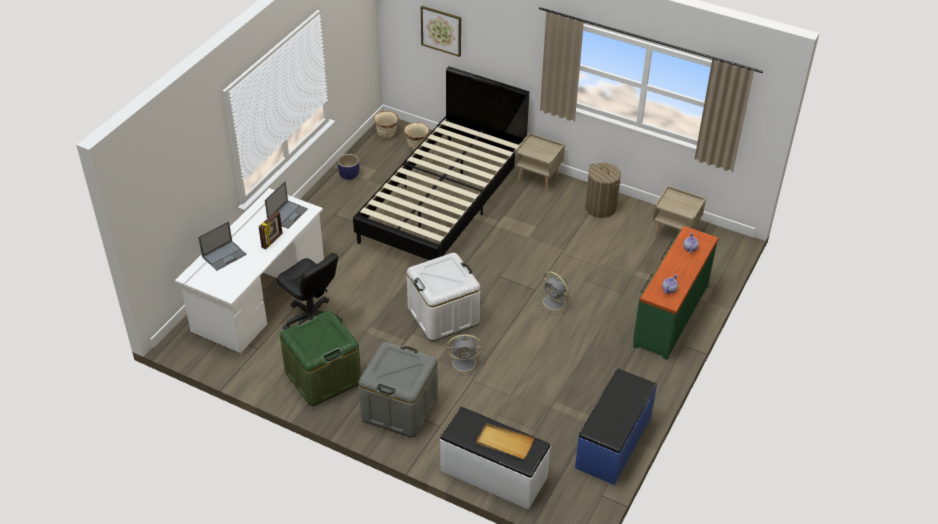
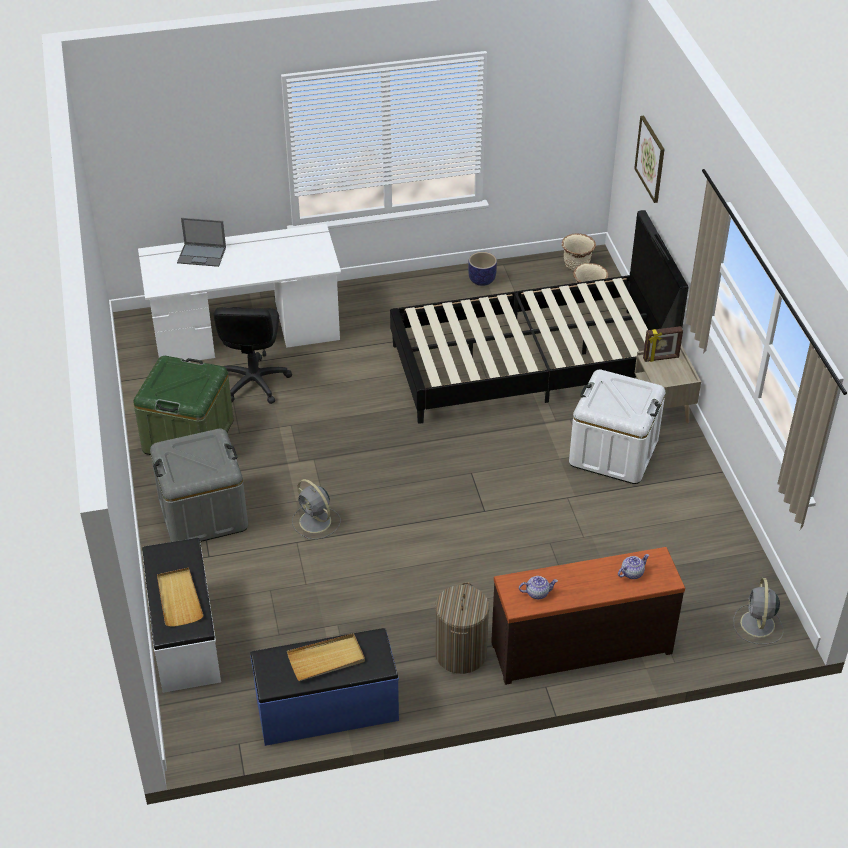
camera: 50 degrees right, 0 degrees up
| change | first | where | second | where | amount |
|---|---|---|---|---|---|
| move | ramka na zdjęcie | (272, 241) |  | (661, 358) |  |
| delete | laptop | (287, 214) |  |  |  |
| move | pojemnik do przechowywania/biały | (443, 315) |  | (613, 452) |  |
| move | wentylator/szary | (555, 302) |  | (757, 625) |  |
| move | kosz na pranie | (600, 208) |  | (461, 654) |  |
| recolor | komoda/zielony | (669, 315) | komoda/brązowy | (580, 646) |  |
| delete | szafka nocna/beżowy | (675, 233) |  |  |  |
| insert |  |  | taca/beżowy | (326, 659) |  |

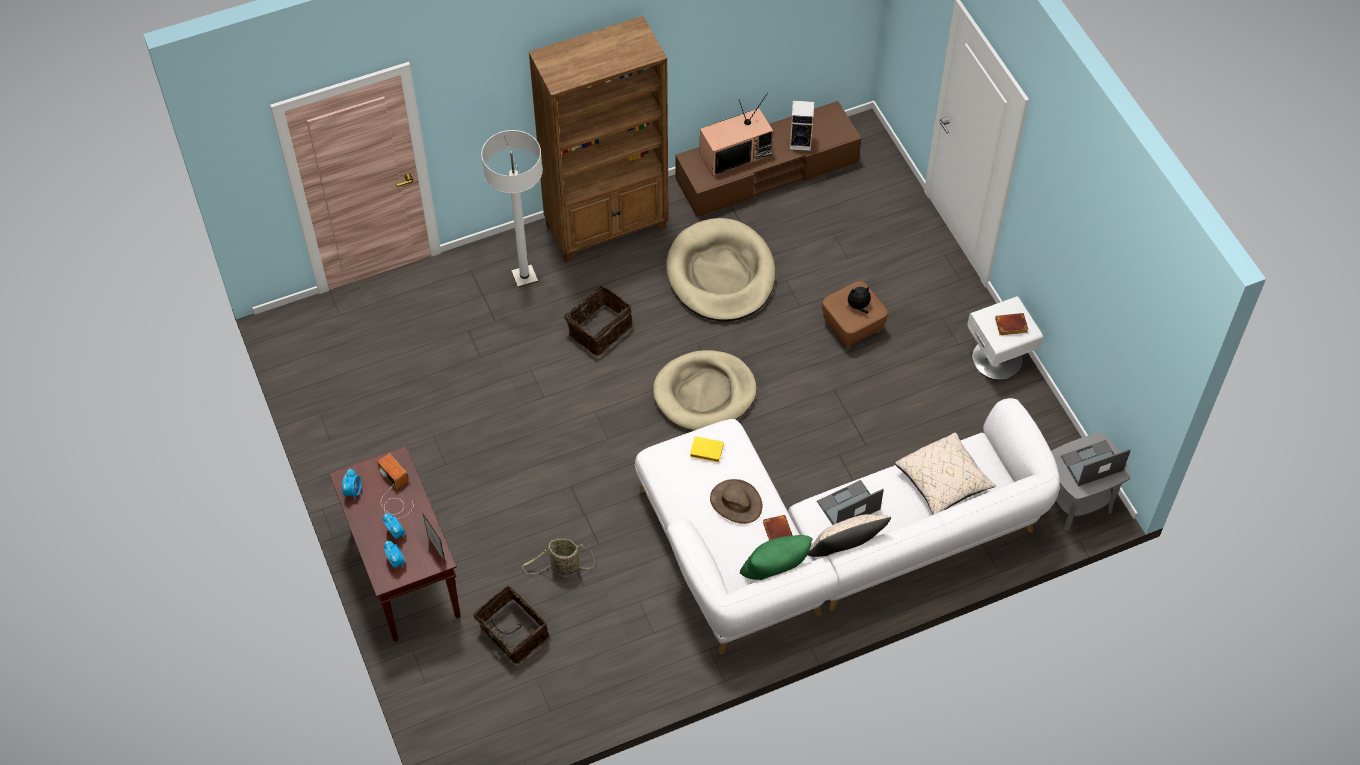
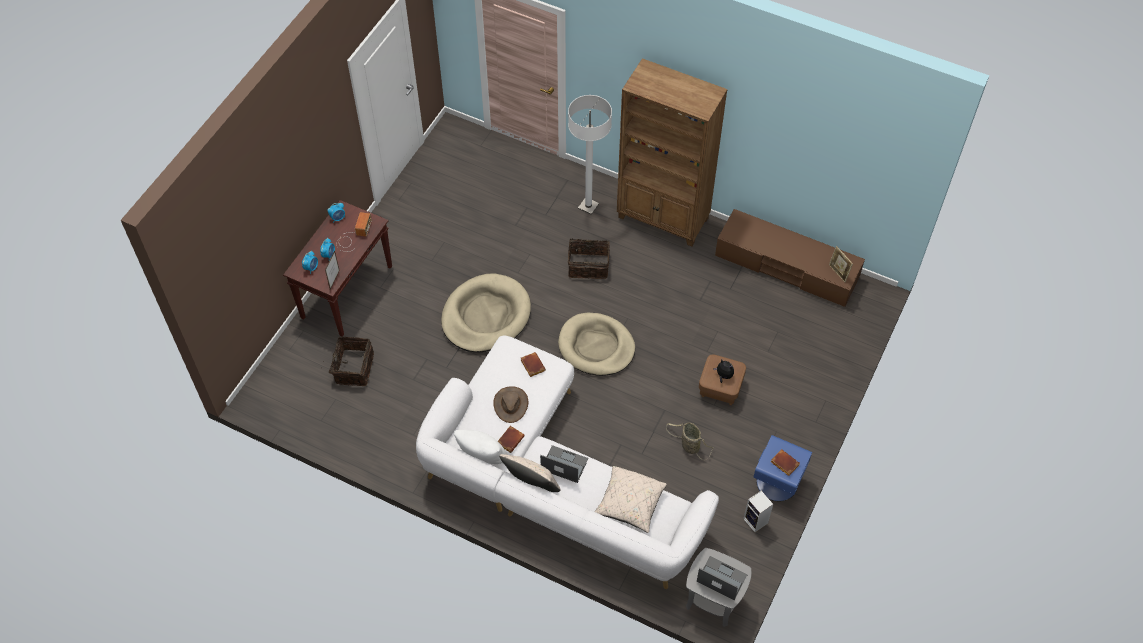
camera: 50 degrees right, 0 degrees up
| change | first | where | second | where | amount |
|---|---|---|---|---|---|
| move | koszyk | (563, 567) |  | (689, 445) |  |
| move | legowisko/beżowy | (721, 274) |  | (486, 316) |  |
| recolor | książka/żółty | (705, 451) | książka/brązowy | (532, 365) |  |
| delete | telewizor | (735, 153) |  |  |  |
| recolor | poduszka/zielony | (775, 572) | poduszka/biały | (483, 458) |  |
| move | głośnik | (801, 142) |  | (756, 521) |  |
| recolor | szafka nocna/biały | (998, 358) | szafka nocna/niebieski | (777, 483) |  |
| insert |  |  | ramka na zdjęcie | (838, 273) |  |

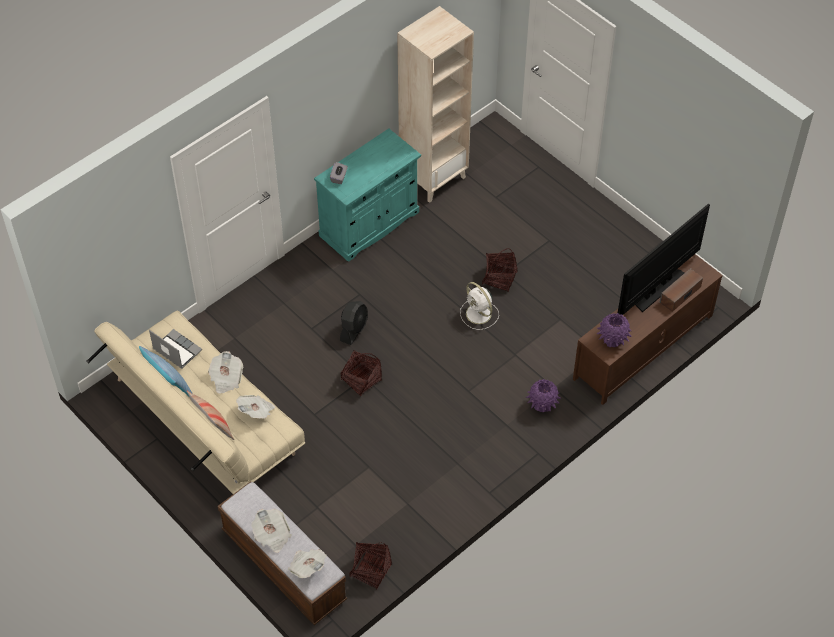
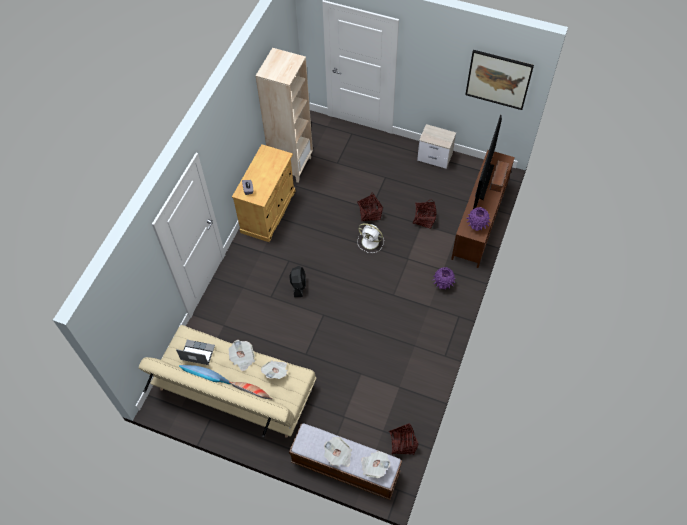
camera: 25 degrees left, 5 degrees up
| change | first | where | second | where | amount |
|---|---|---|---|---|---|
| recolor | szafka/turkusowy | (369, 224) | szafka/beżowy | (268, 212) |  |
| move | koszyk | (361, 380) |  | (424, 219) |  |
| insert |  |  | szafka nocna | (435, 157) |  |
| insert |  |  | obraz | (498, 79) |  |

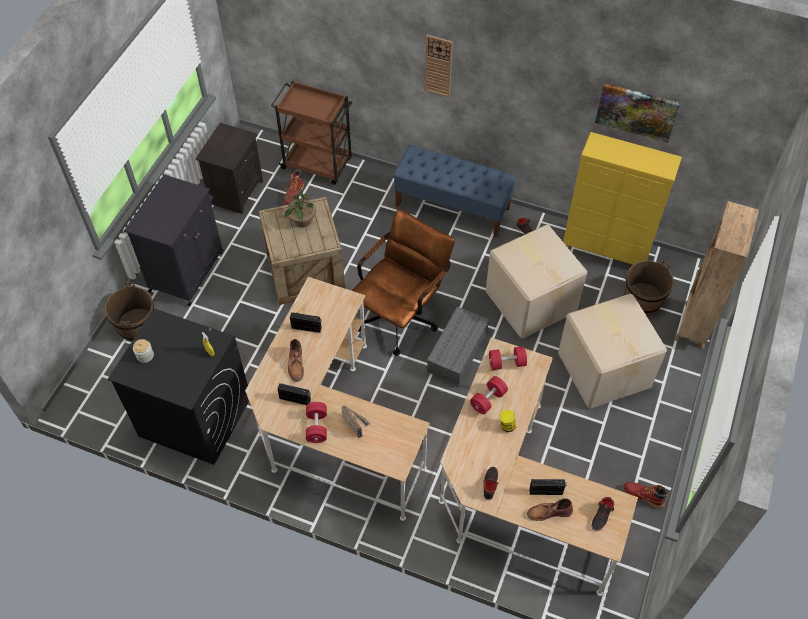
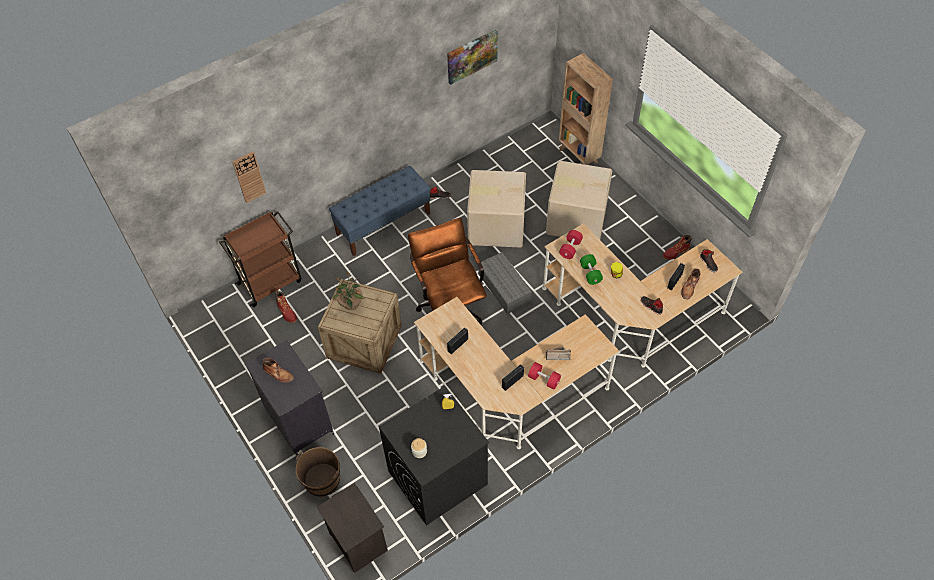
camera: 55 degrees left, 0 degrees up
| change | first | where | second | where | amount |
|---|---|---|---|---|---|
| move | szafka nocna/czarny | (236, 191) |  | (357, 542) |  |
| move | but z cholewką/brązowy | (296, 364) |  | (278, 374) |  |
| move | zegar ścienny | (438, 66) |  | (249, 177) |  |
| recolor | hantel/czerwony | (488, 400) | hantel/zielony | (590, 273) |  |
| delete | komoda/żółty | (606, 249) |  |  |  |
| delete | wiadro/brązowy | (643, 299) |  |  |  |

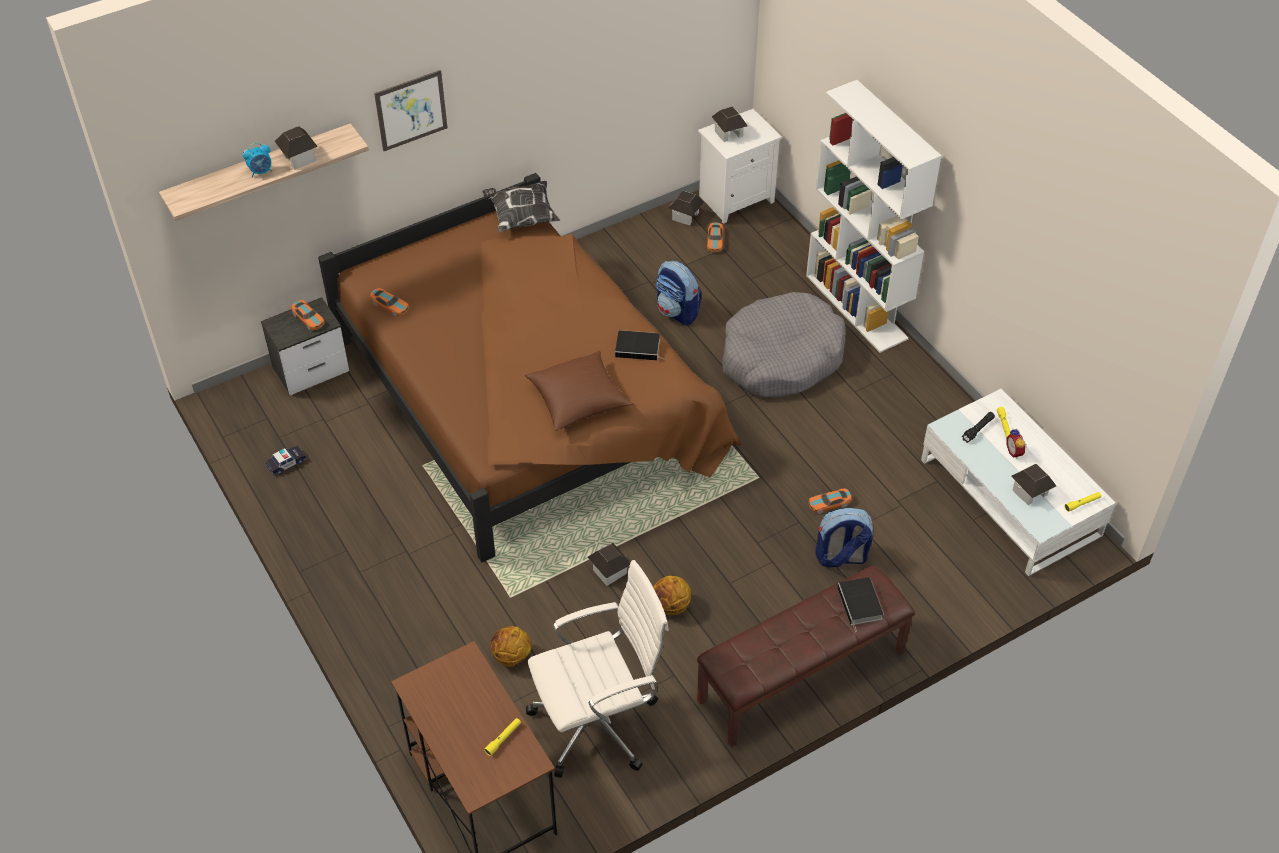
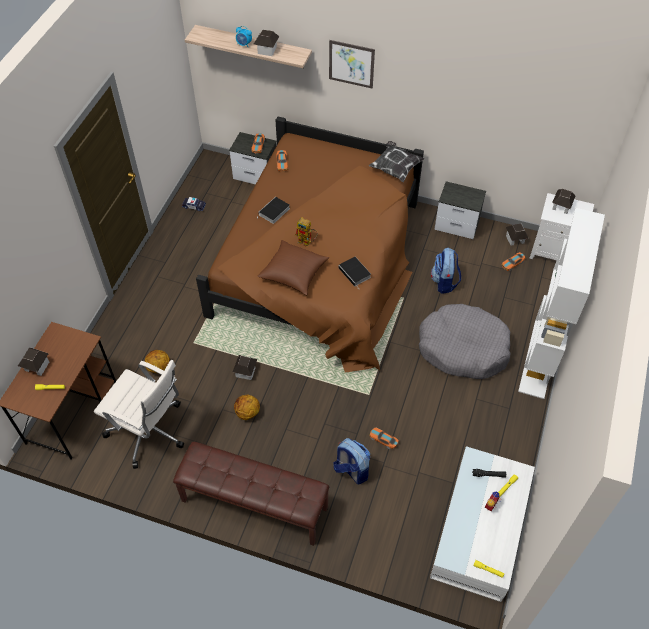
camera: 50 degrees right, 5 degrees up
| change | first | where | second | where | amount |
|---|---|---|---|---|---|
| move | książka | (860, 604) |  | (274, 212) |  |
| move | domek | (1030, 492) |  | (37, 366) |  |
| insert |  |  | robot zabawkowy | (307, 242) |  |
| insert |  |  | szafka nocna | (457, 225) |  |

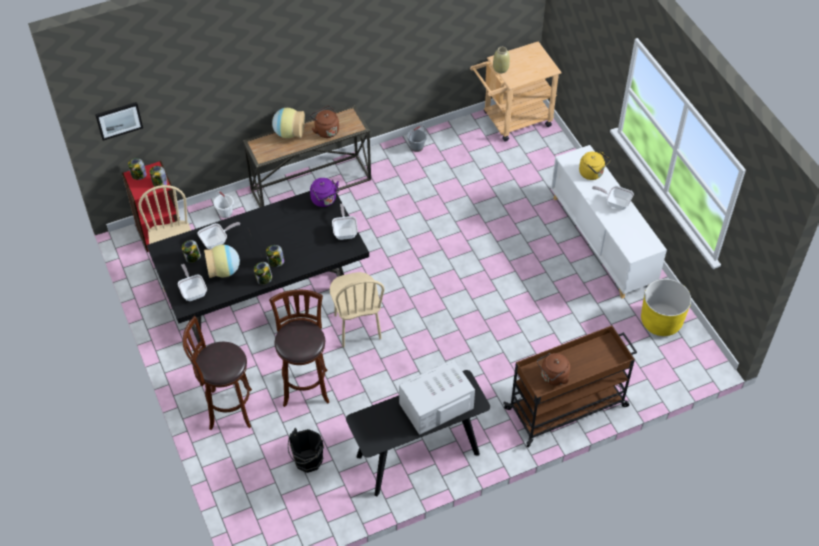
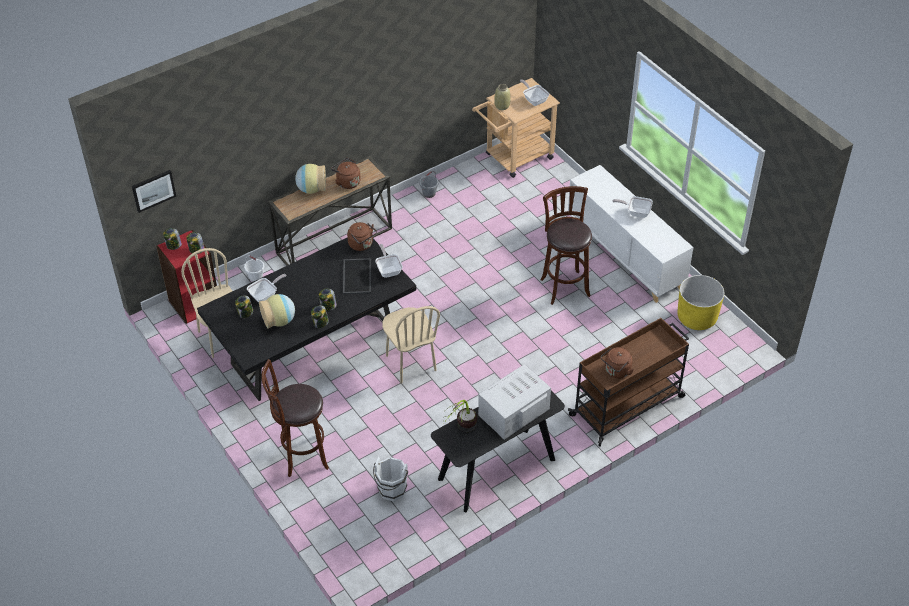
camera: 10 degrees left, 5 degrees down
| change | first | where | second | where | amount |
|---|---|---|---|---|---|
| move | patelnia | (193, 291) |  | (534, 100) |  |
| move | stołek/brązowy | (305, 385) |  | (564, 285) |  |
| recolor | wiadro/czarny | (307, 462) | wiadro/biały | (391, 492) |  |
| recolor | czajnik/fioletowy | (325, 200) | czajnik/brązowy | (362, 245) |  |
| delete | czajnik/żółty | (592, 173) |  |  |  |
| insert |  |  | taca | (356, 276) |  |
| insert |  |  | roślina doniczkowa | (462, 433) |  |

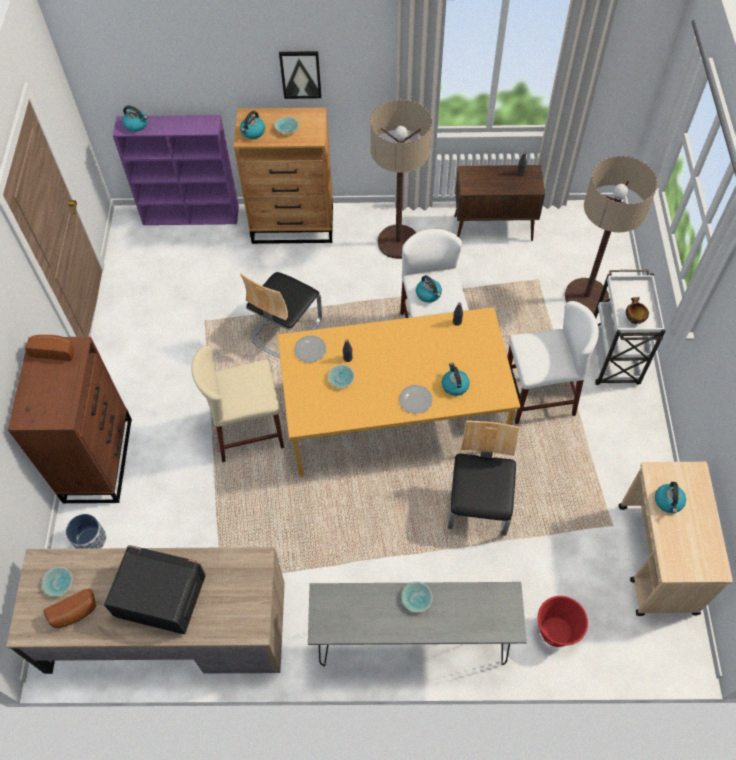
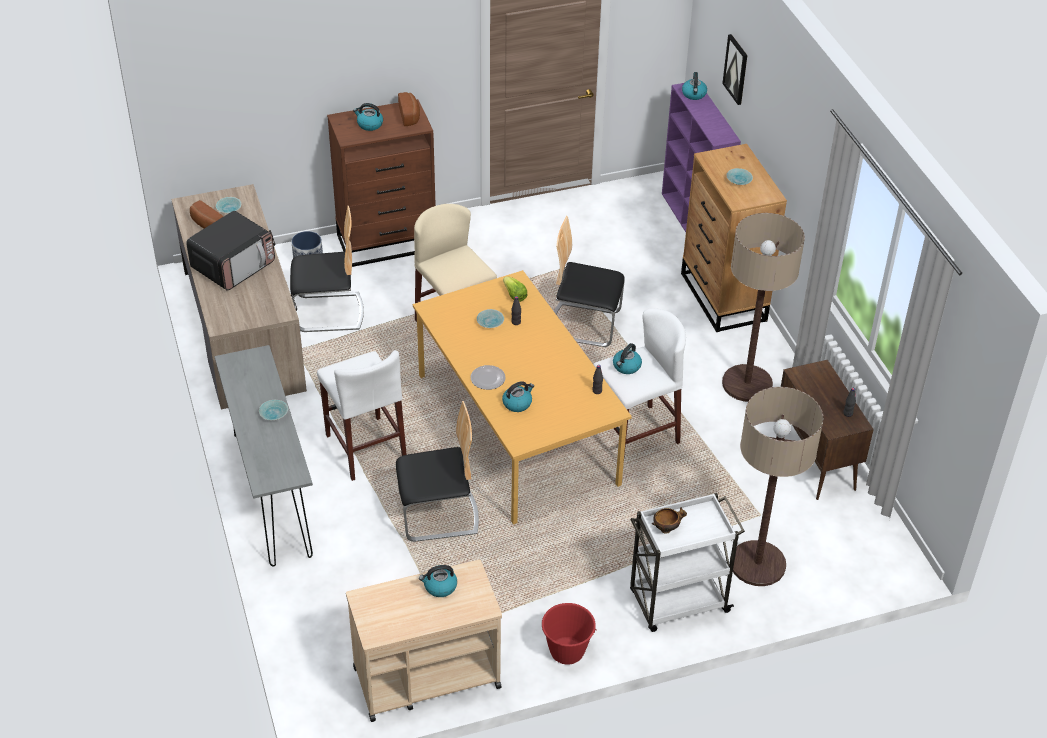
camera: 70 degrees right, 15 degrees down
| change | first | where | second | where | amount |
|---|---|---|---|---|---|
| rotate | mikrofalówka | (160, 596) |  | (233, 265) | 45 degrees clockwise |
| move | czajnik | (253, 132) |  | (369, 124) |  |
| move | obraz | (300, 74) |  | (736, 69) |  |
| replace | talerz | (310, 350) | sałata | (514, 295) |  |
| move | stołek/biały | (538, 397) |  | (365, 448) |  |
| move | wiadro/czerwony | (556, 632) |  | (567, 651) |  |
| insert |  |  | krzesło | (328, 312) |  |

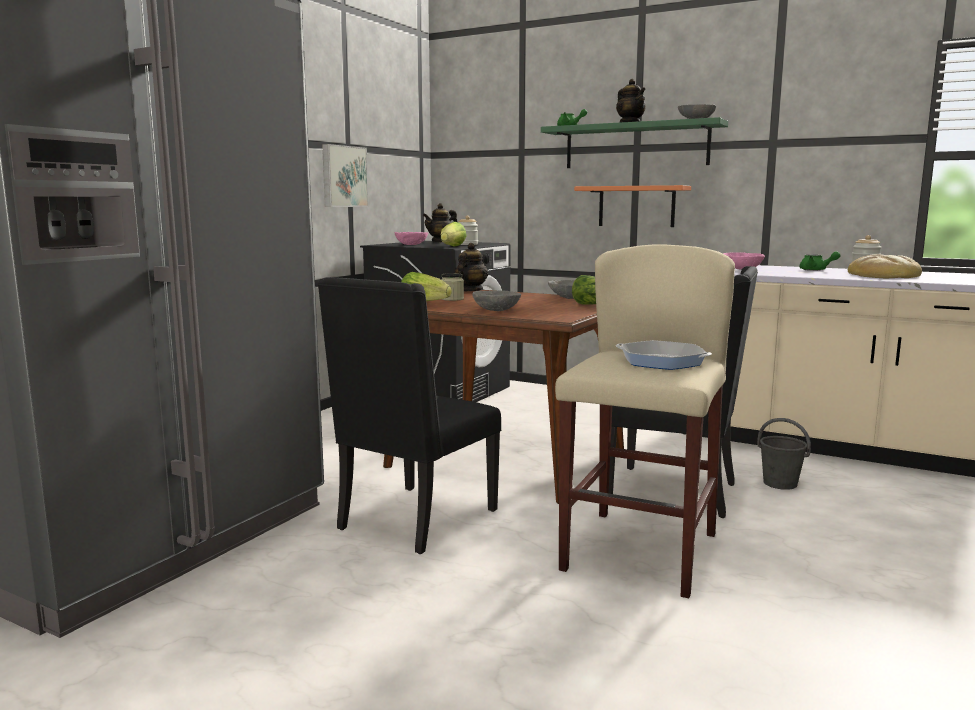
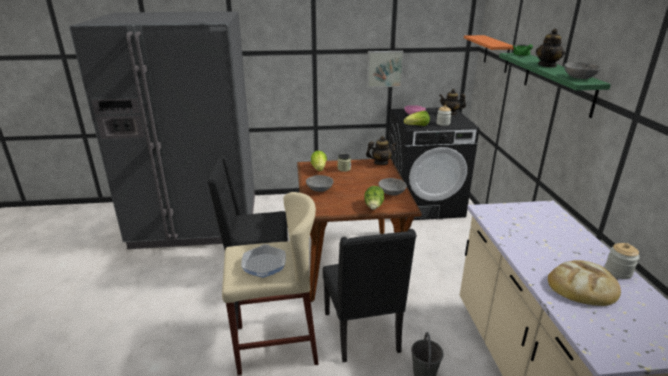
camera: 55 degrees right, 15 degrees up
| change | first | where | second | where | amount |
|---|---|---|---|---|---|
| move | półka/pomarańczowy | (636, 206) |  | (496, 53) |  |
| delete | miska/różowy | (741, 269) |  |  |  |
| delete | imbryk/zielony | (816, 270) |  |  |  |

